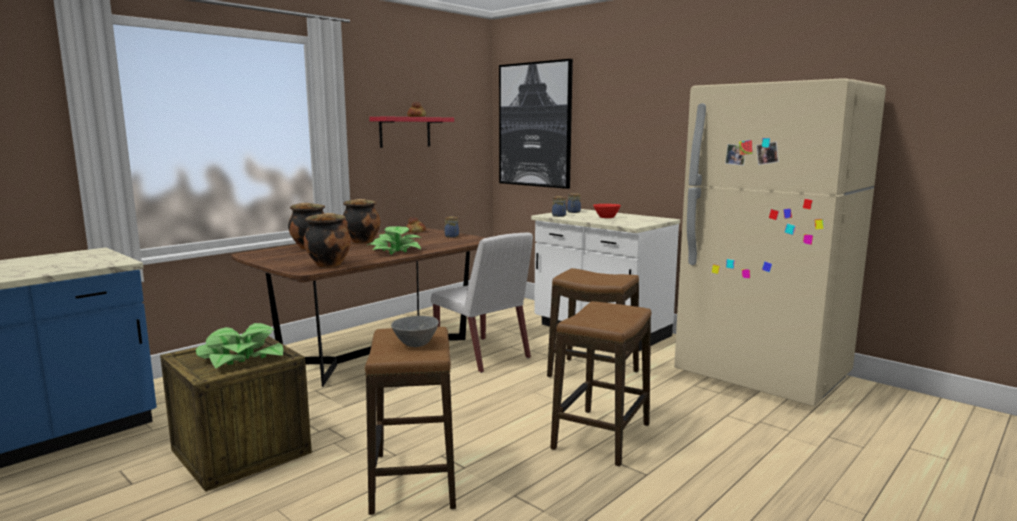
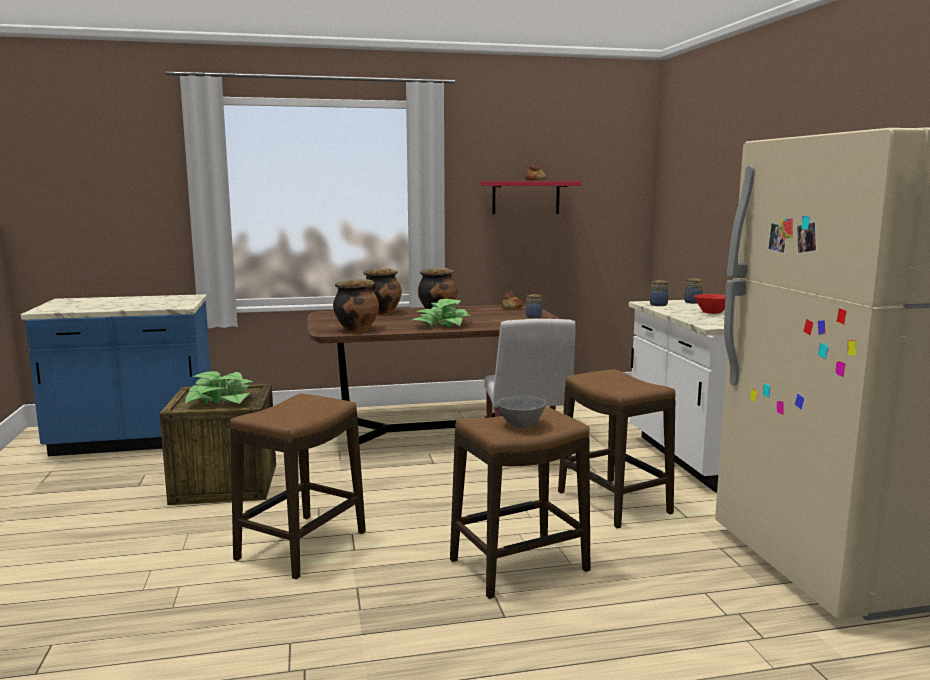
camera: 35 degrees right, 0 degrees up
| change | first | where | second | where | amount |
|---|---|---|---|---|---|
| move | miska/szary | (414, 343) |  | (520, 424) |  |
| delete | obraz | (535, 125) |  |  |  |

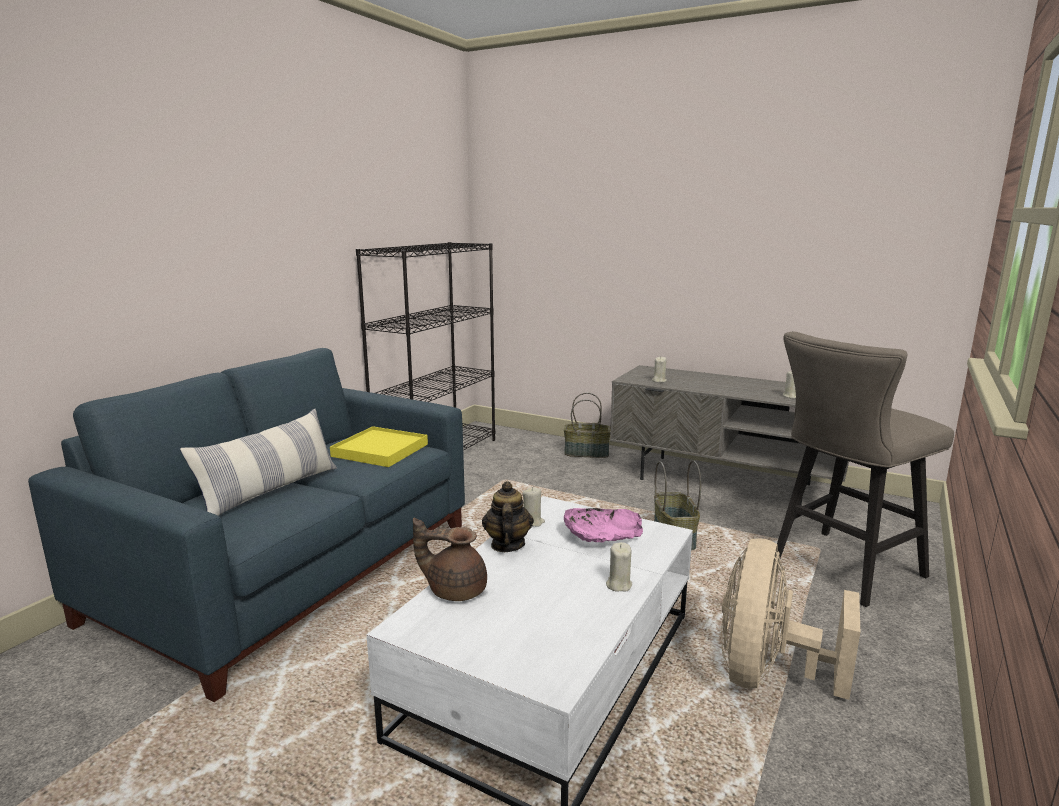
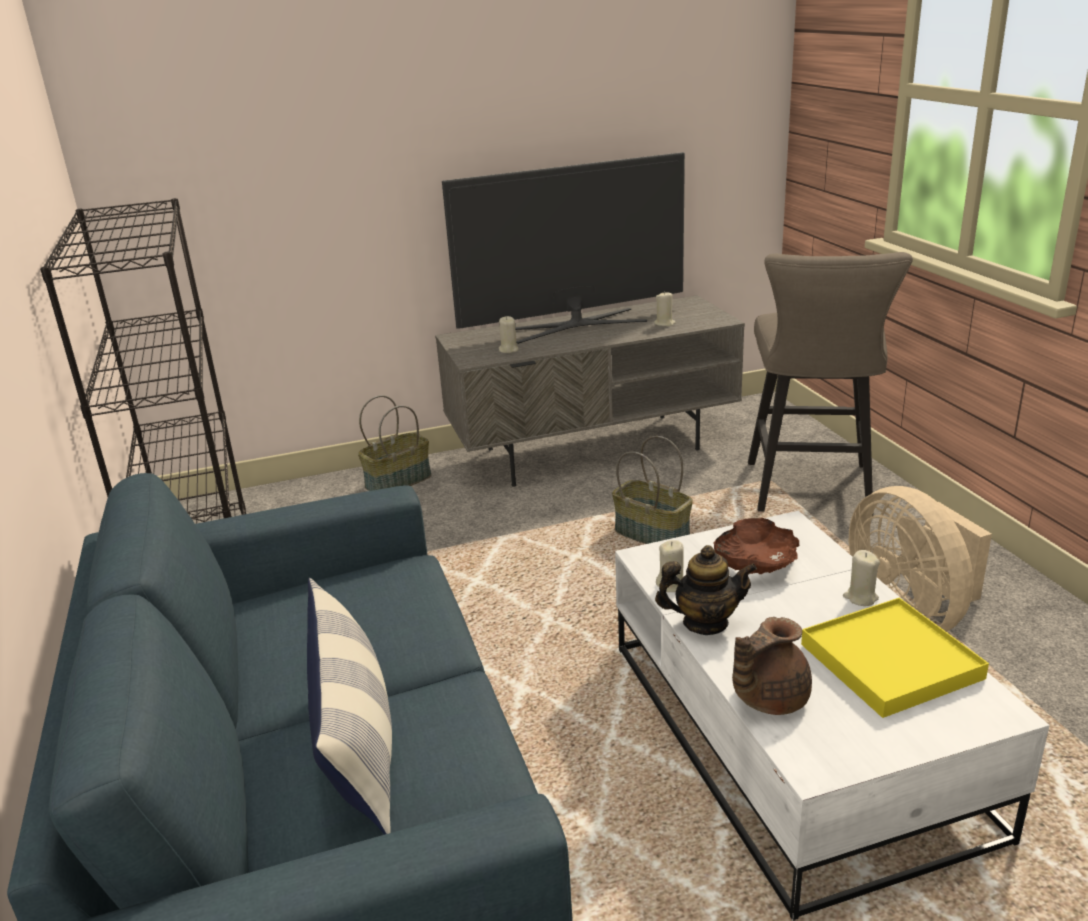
camera: 45 degrees left, 10 degrees up
| change | first | where | second | where | amount |
|---|---|---|---|---|---|
| move | taca/żółty | (380, 450) |  | (890, 661) |  |
| rotate | imbryk | (507, 545) |  | (705, 623) | 135 degrees clockwise |
| recolor | miska/różowy | (602, 536) | miska/brązowy | (755, 561) |  |
| insert |  |  | telewizor | (575, 325) |  |

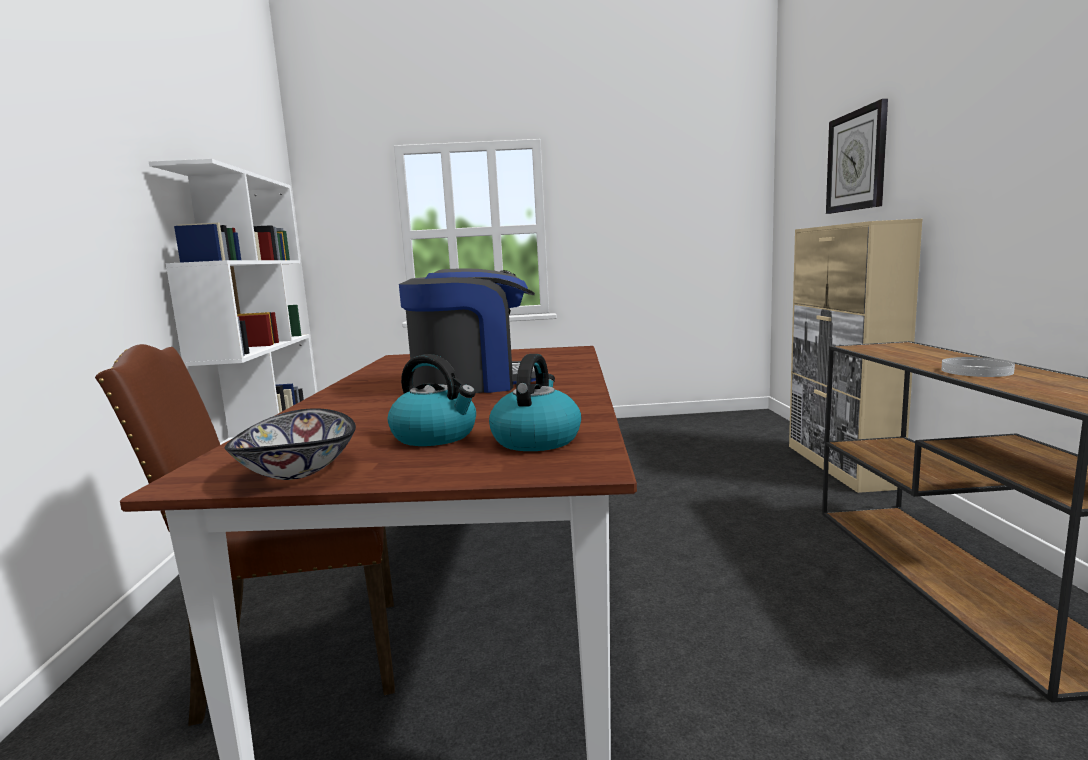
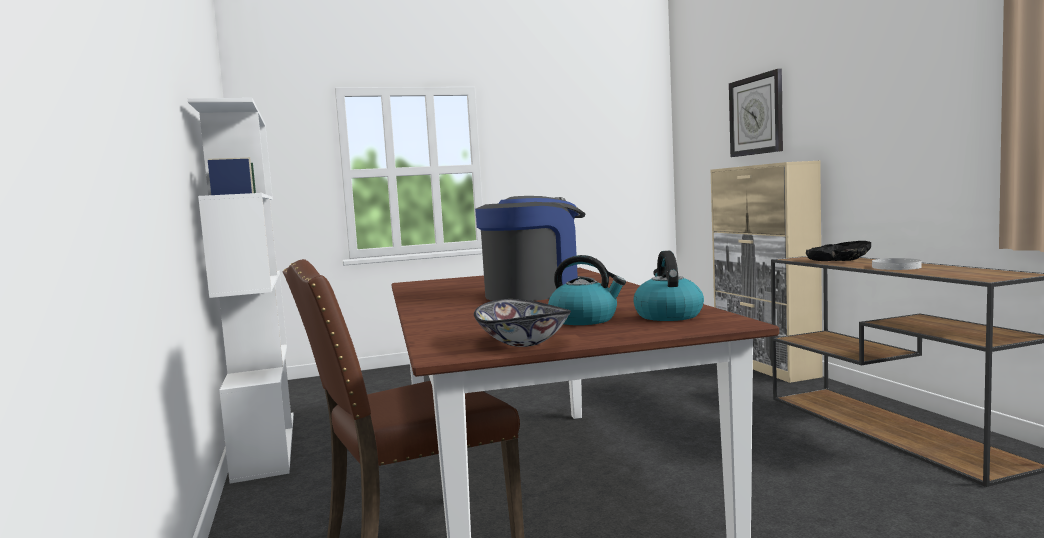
camera: 15 degrees left, 5 degrees down
| change | first | where | second | where | amount |
|---|---|---|---|---|---|
| insert |  |  | miska/czarny | (838, 260) |  |

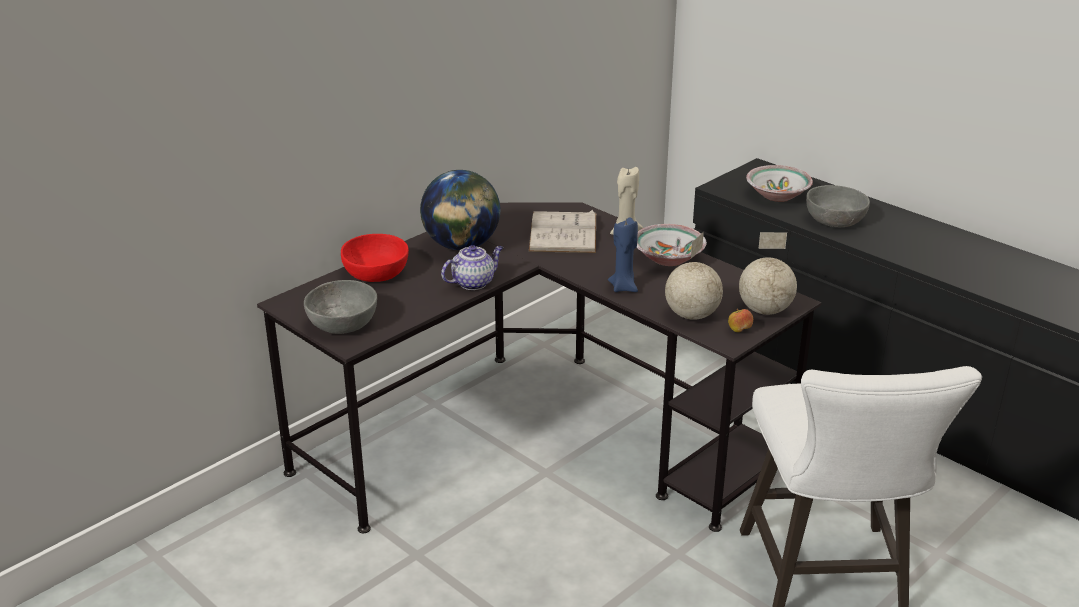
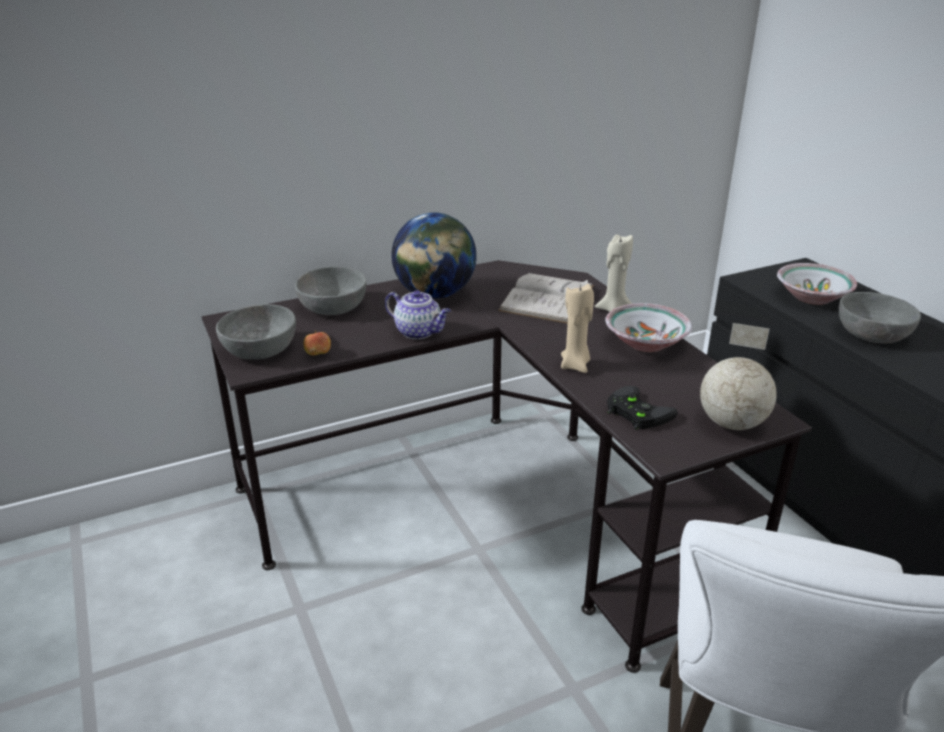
camera: 20 degrees right, 0 degrees up
| change | first | where | second | where | amount |
|---|---|---|---|---|---|
| recolor | miska/czerwony | (376, 273) | miska/szary | (333, 306) |  |
| rotate | imbryk | (473, 282) |  | (419, 332) | 45 degrees clockwise |
| recolor | świeca/niebieski | (624, 287) | świeca/beżowy | (575, 365) |  |
| replace | globus | (691, 315) | pad do gier/czarny | (635, 412) |  |
| move | jabłko | (739, 330) |  | (318, 354) |  |

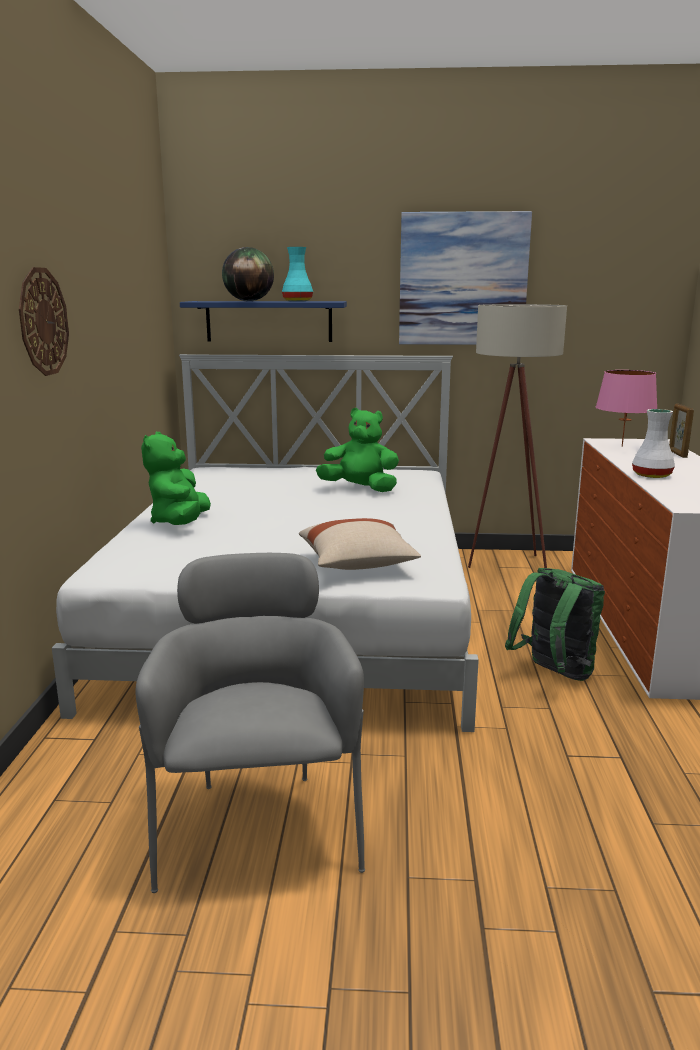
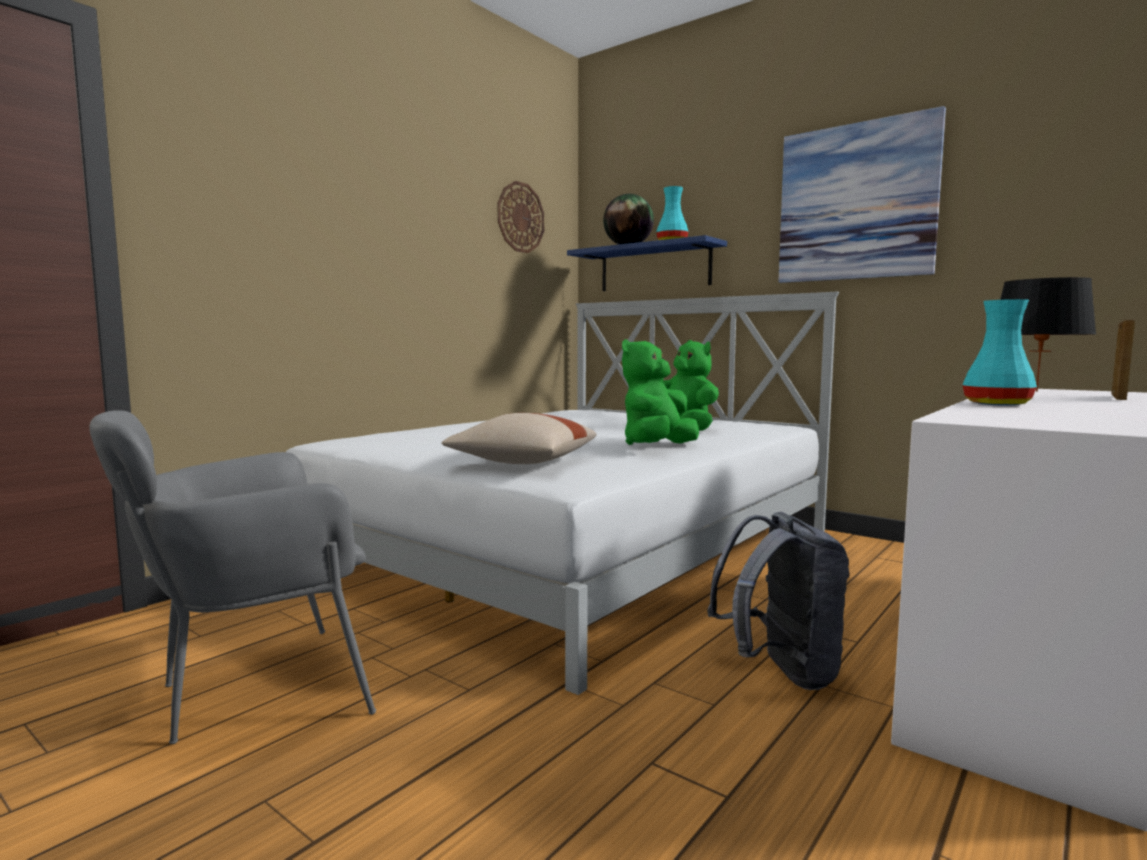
camera: 35 degrees right, 10 degrees down
| change | first | where | second | where | amount |
|---|---|---|---|---|---|
| move | zegar ścienny | (43, 322) |  | (520, 217) |  |
| rotate | fotel/szary | (258, 822) |  | (252, 692) | 150 degrees counterclockwise |
| move | pluszak/zielony | (180, 523) |  | (657, 447) |  |
| delete | lampa stojąca/beżowy | (506, 568) |  |  |  |
| recolor | plecak/zielony | (553, 674) | plecak/szary | (780, 672) |  |
| recolor | lampa stołowa/różowy | (622, 446) | lampa stołowa/czarny | (1037, 391) |  |
| recolor | wazon/biały | (652, 475) | wazon/turkusowy | (999, 404) |  |

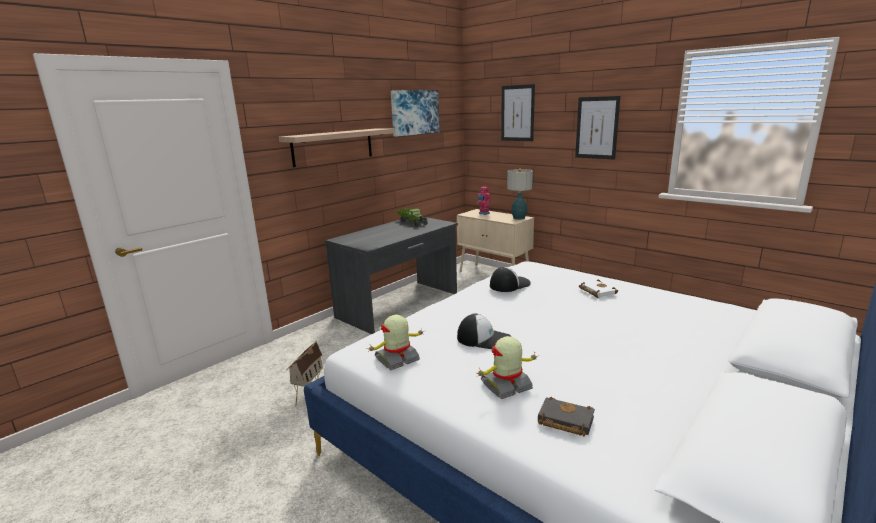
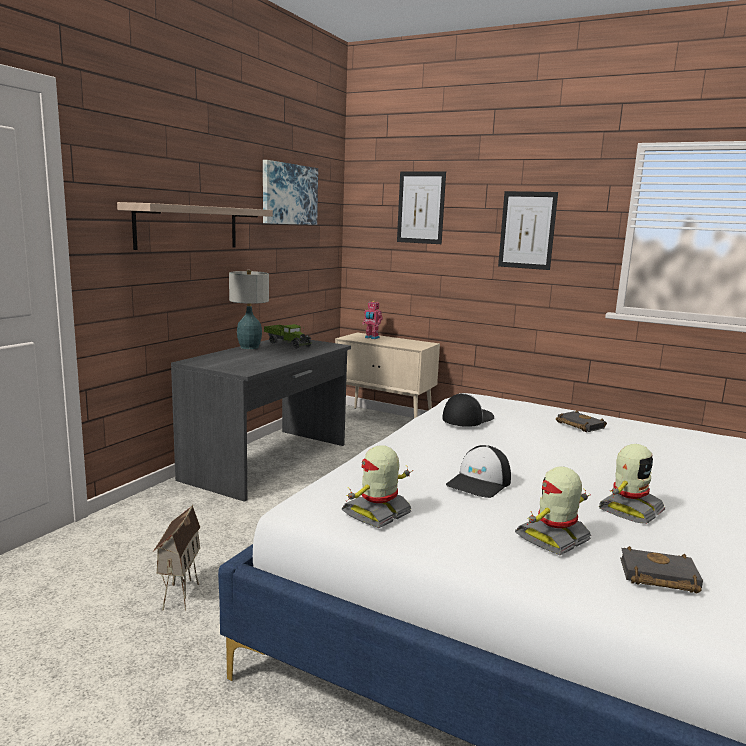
camera: 15 degrees left, 5 degrees down
| change | first | where | second | where | amount |
|---|---|---|---|---|---|
| rotate | czapka z daszkiem | (484, 339) |  | (479, 483) | 120 degrees clockwise |
| move | lampa stołowa | (519, 218) |  | (250, 347) |  |
| recolor | książka/biały | (596, 291) | książka/czarny | (578, 425) |  |
| insert |  |  | robot zabawkowy | (629, 510) |  |

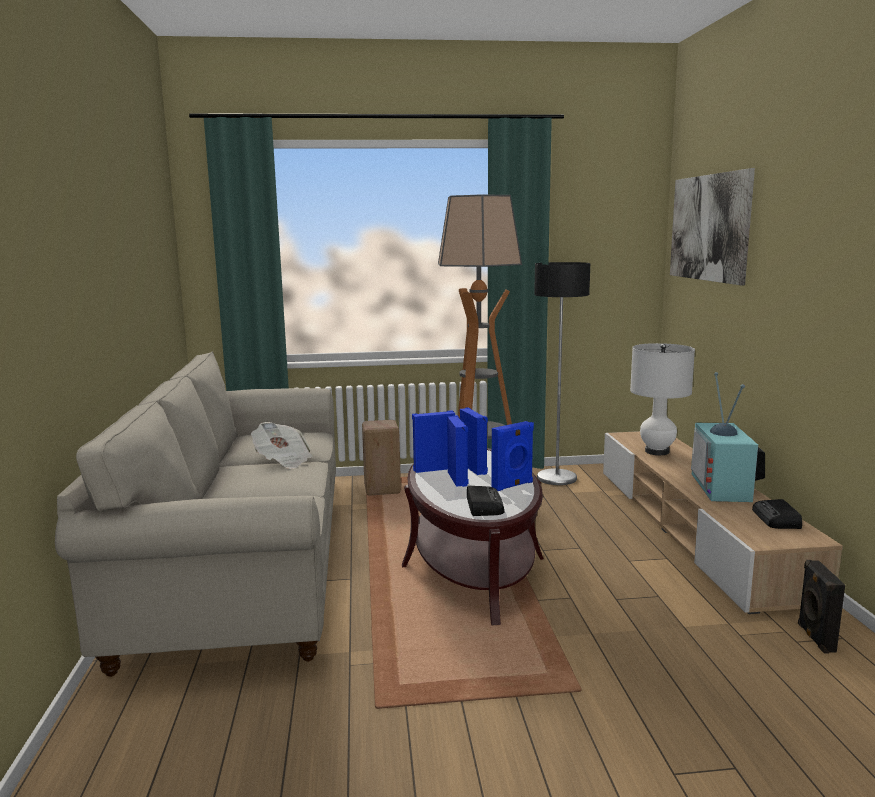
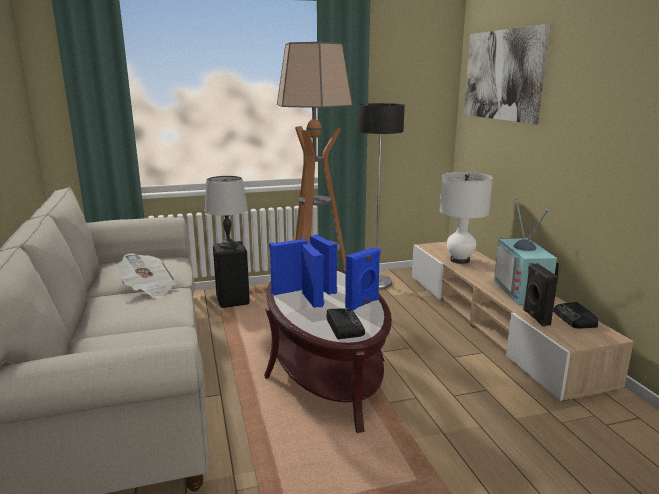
camera: 10 degrees left, 5 degrees up
| change | first | where | second | where | amount |
|---|---|---|---|---|---|
| recolor | stołek/beżowy | (383, 489) | stołek/czarny | (233, 301) |  |
| move | głośnik/czarny | (814, 638) |  | (535, 317) |  |
| insert |  |  | lampa stołowa/szary | (228, 245) |  |

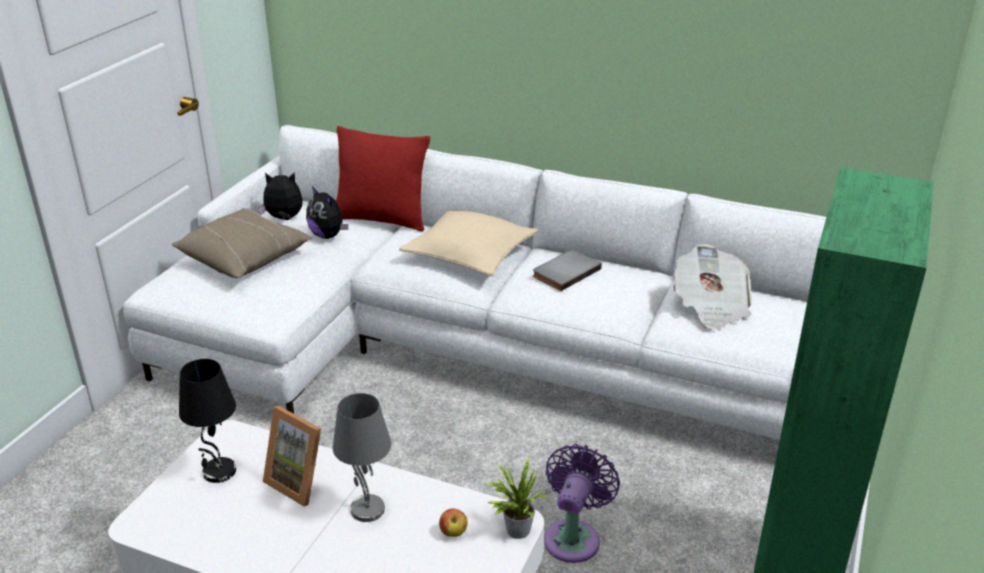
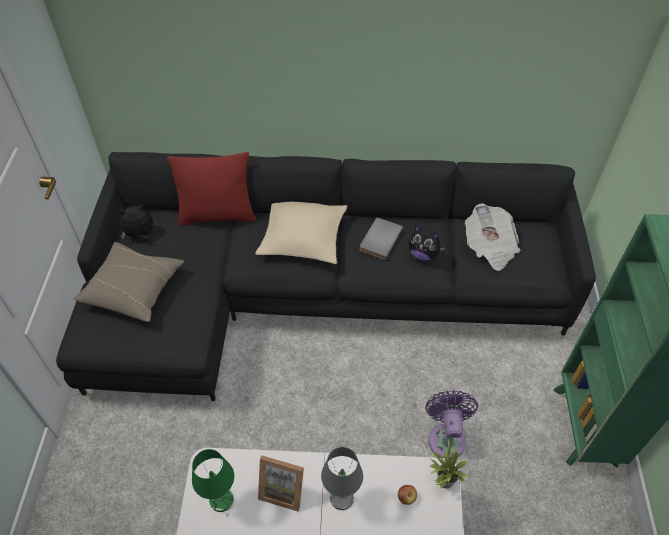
camera: 20 degrees left, 20 degrees up
| change | first | where | second | where | amount |
|---|---|---|---|---|---|
| recolor | kanapa/biały | (472, 350) | kanapa/czarny | (309, 293) |  |
| recolor | lampa stołowa/czarny | (219, 472) | lampa stołowa/zielony | (221, 500) |  |
| move | pluszak | (328, 235) |  | (423, 254) |  |

